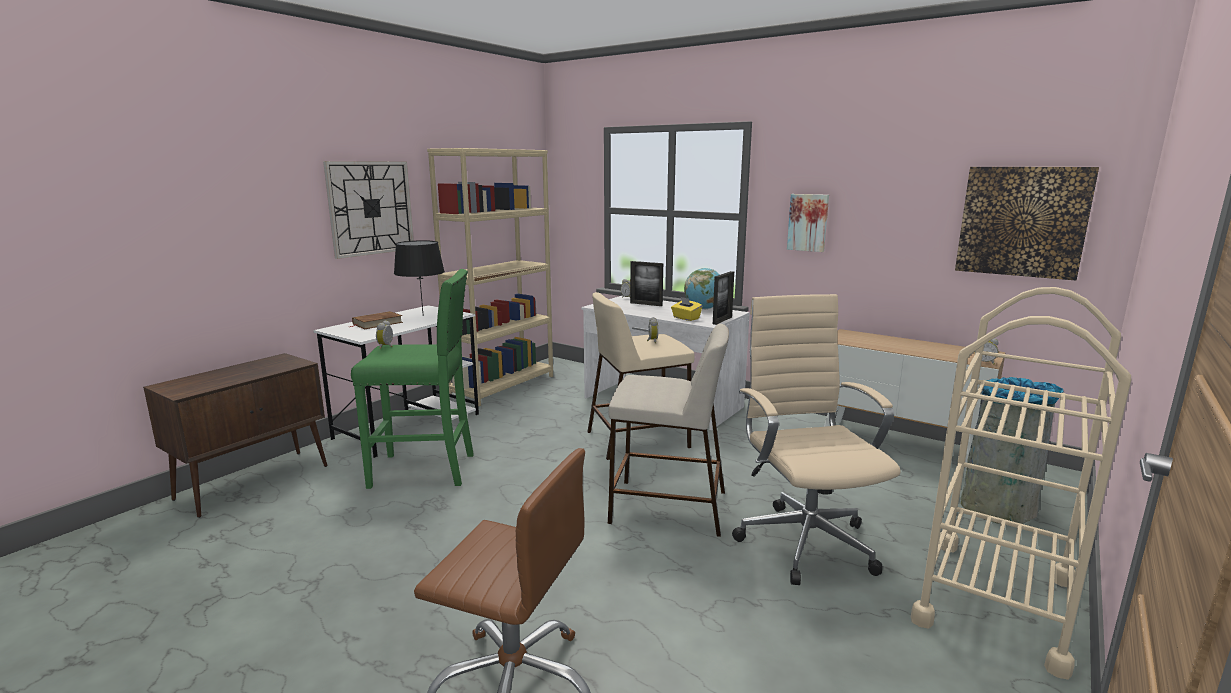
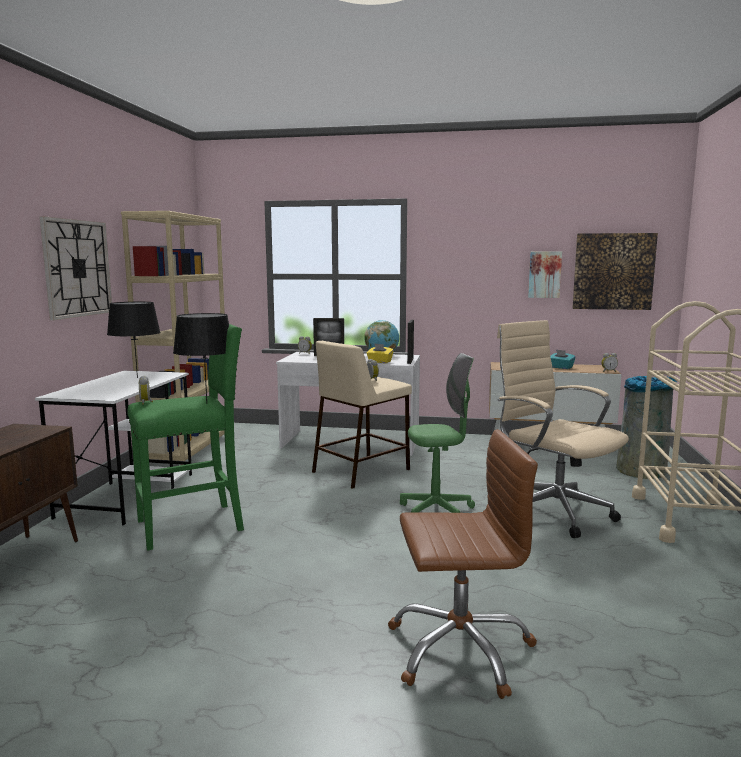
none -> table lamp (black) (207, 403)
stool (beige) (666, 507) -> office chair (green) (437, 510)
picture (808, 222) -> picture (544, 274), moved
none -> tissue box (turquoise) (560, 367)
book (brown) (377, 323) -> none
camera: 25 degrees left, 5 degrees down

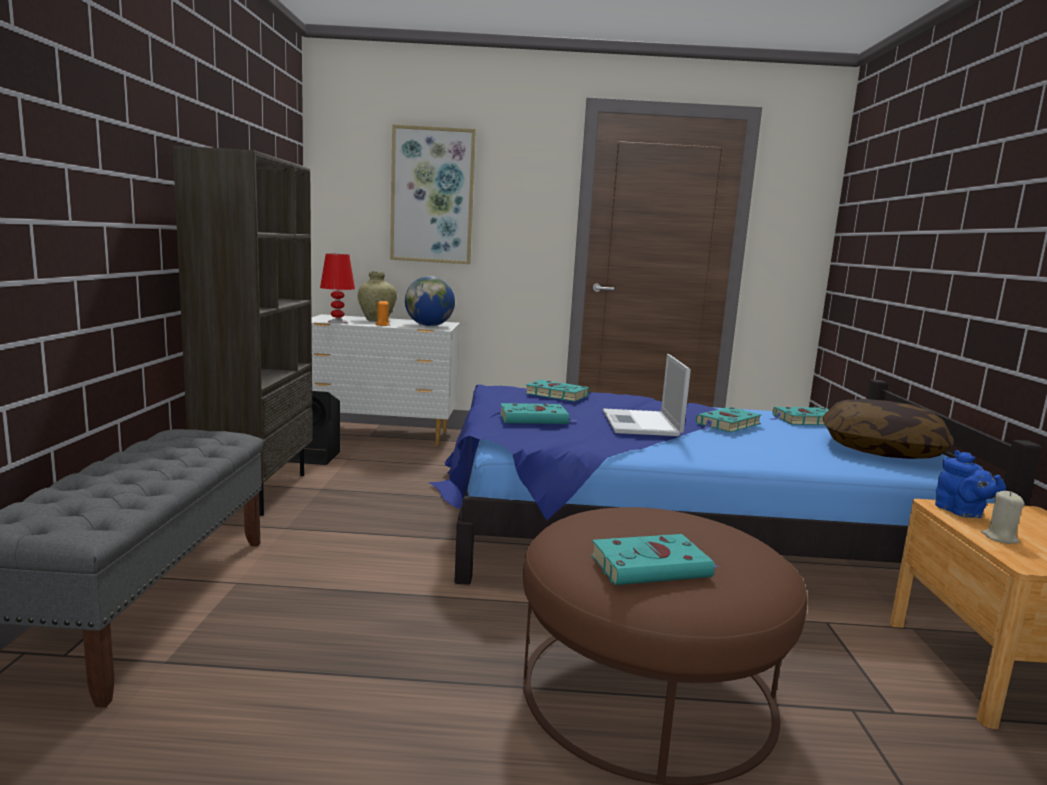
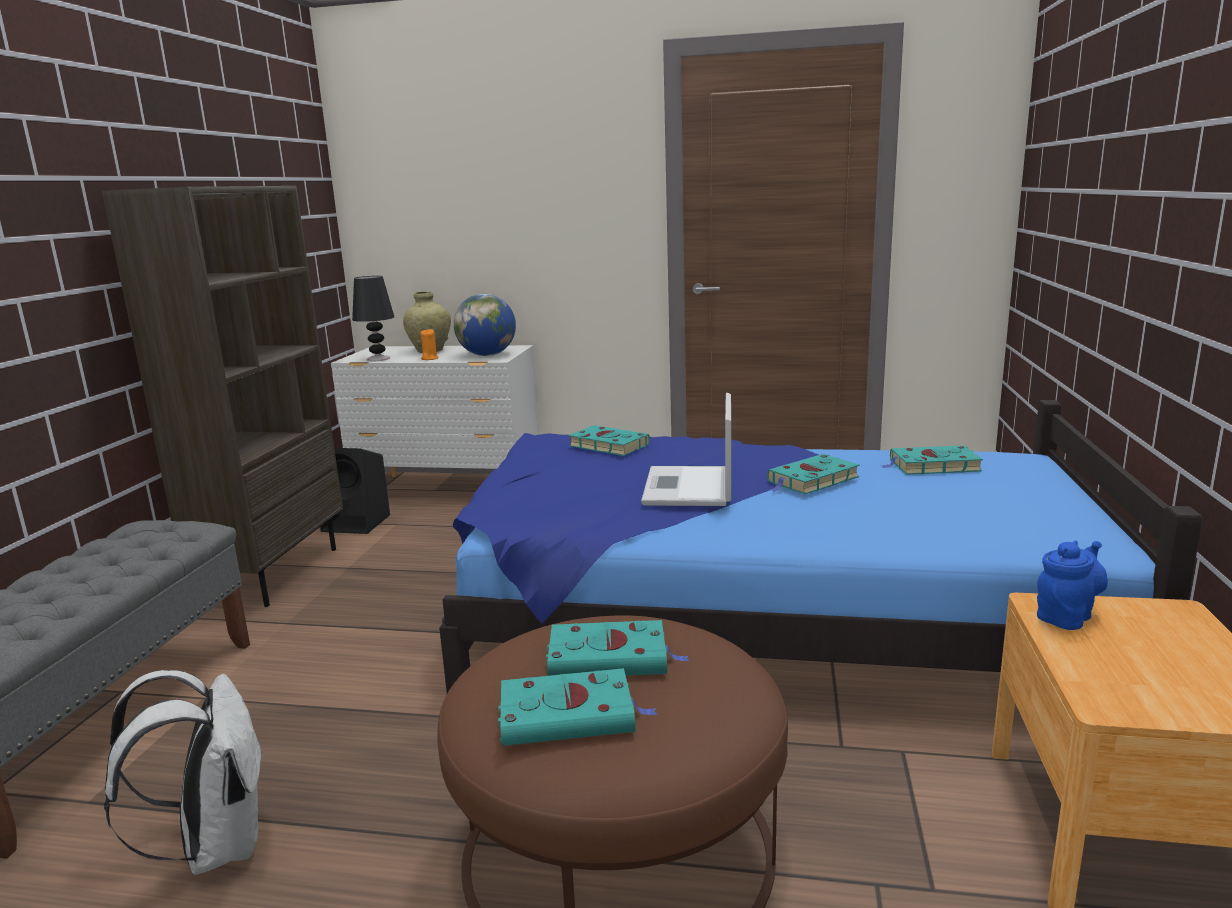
none -> backpack (white) (216, 845)
table lamp (red) (337, 322) -> table lamp (black) (378, 359)
book (turquoise) (535, 419) -> book (turquoise) (611, 658), moved
teapot (blue) (961, 513) -> teapot (blue) (1066, 616), 120 degrees counterclockwise
picture (432, 196) -> none
pillow (881, 449) -> none
candle (beige) (999, 538) -> none
camera: 10 degrees right, 5 degrees up

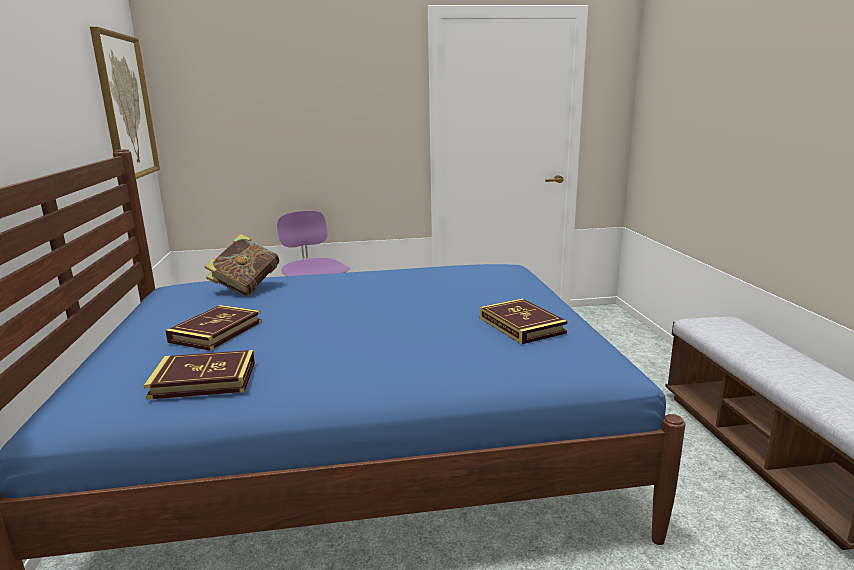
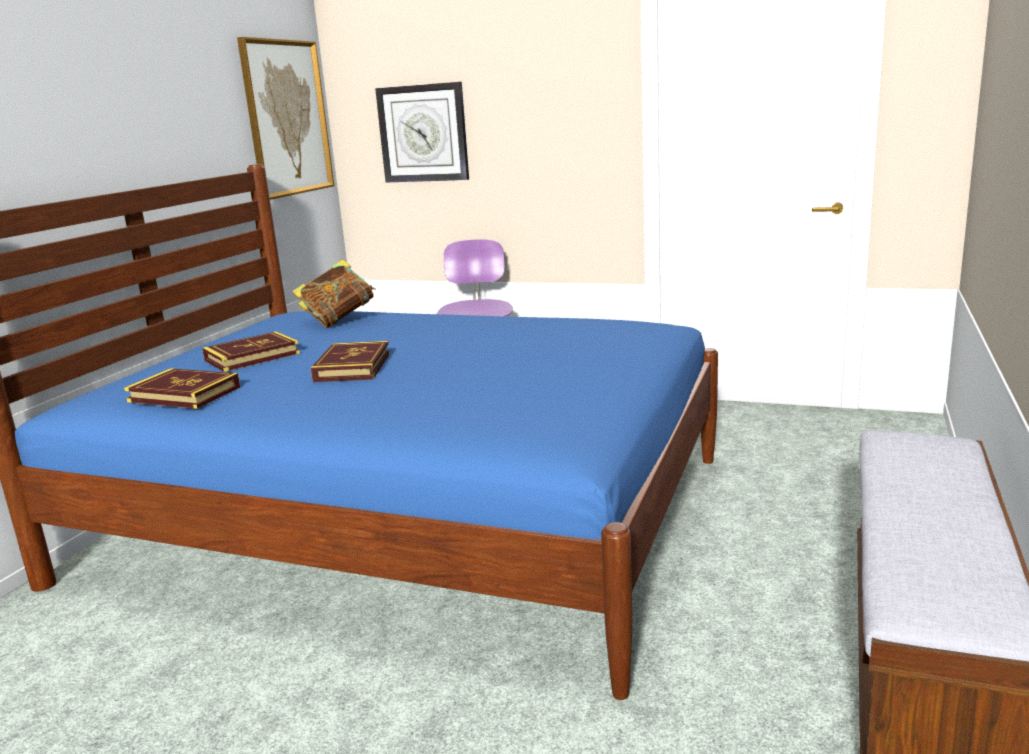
book (521, 325) -> book (353, 367), moved
none -> wall clock (423, 133)
camera: 30 degrees right, 0 degrees up

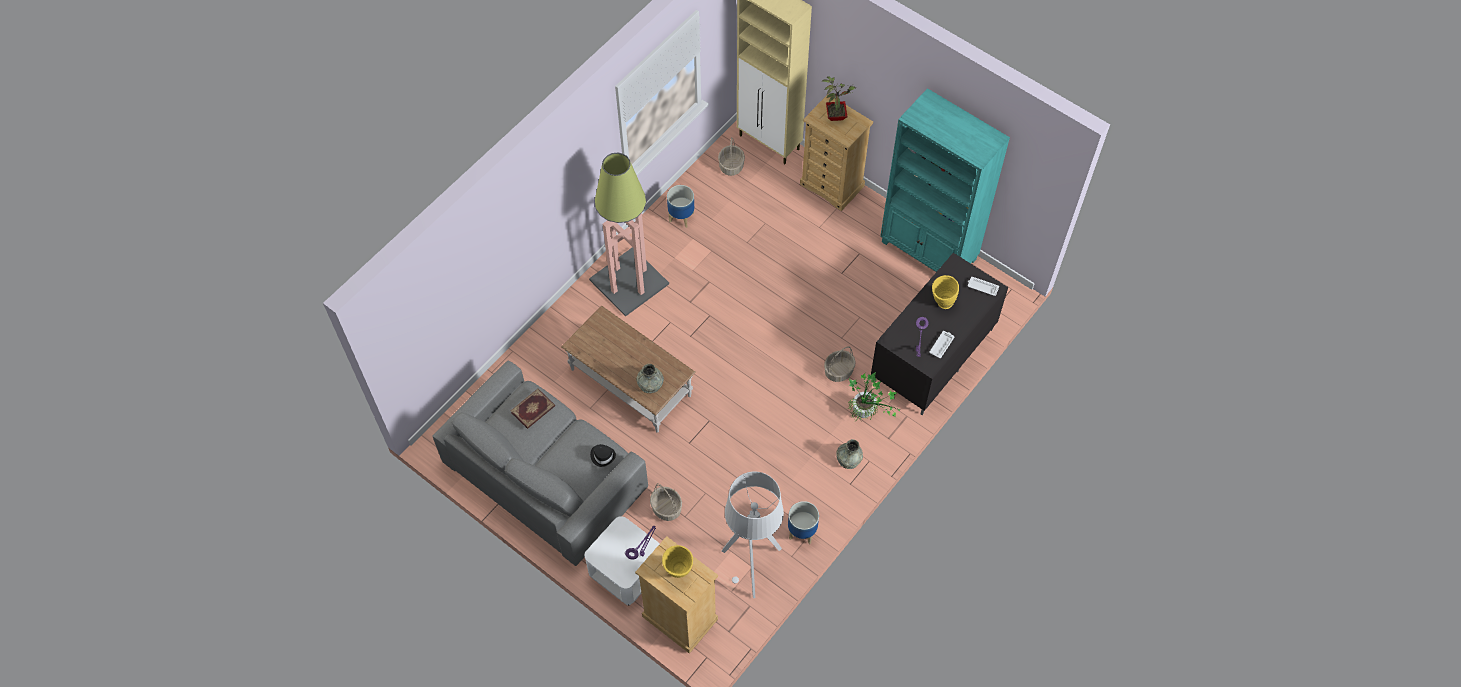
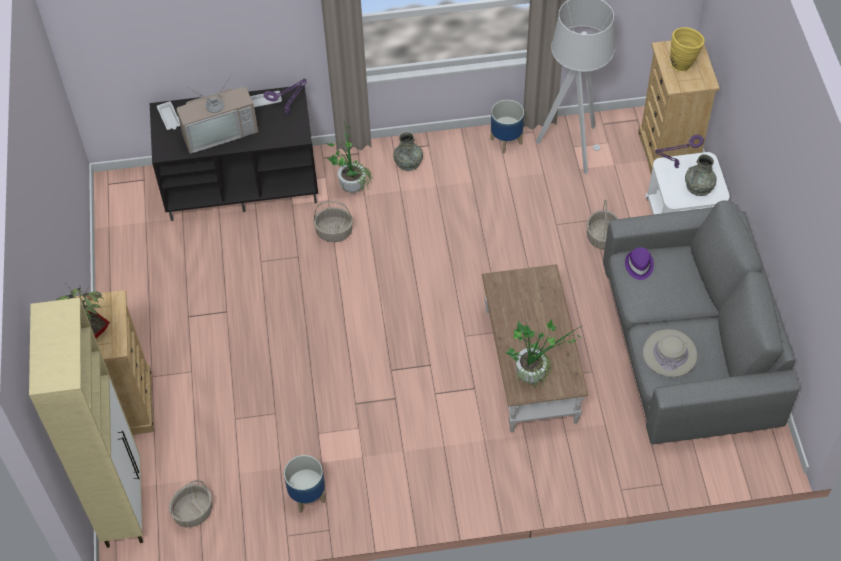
vase (yellow) (941, 304) -> television (219, 130)
none -> potted plant (535, 371)
hat (black) (603, 456) -> hat (purple) (639, 266)
book (533, 410) -> hat (beige) (670, 354)
vase (grey) (650, 384) -> vase (grey) (699, 186), moved
floor lamp (628, 282) -> none
bookcase (turquoise) (929, 251) -> none
camera: 135 degrees left, 5 degrees down

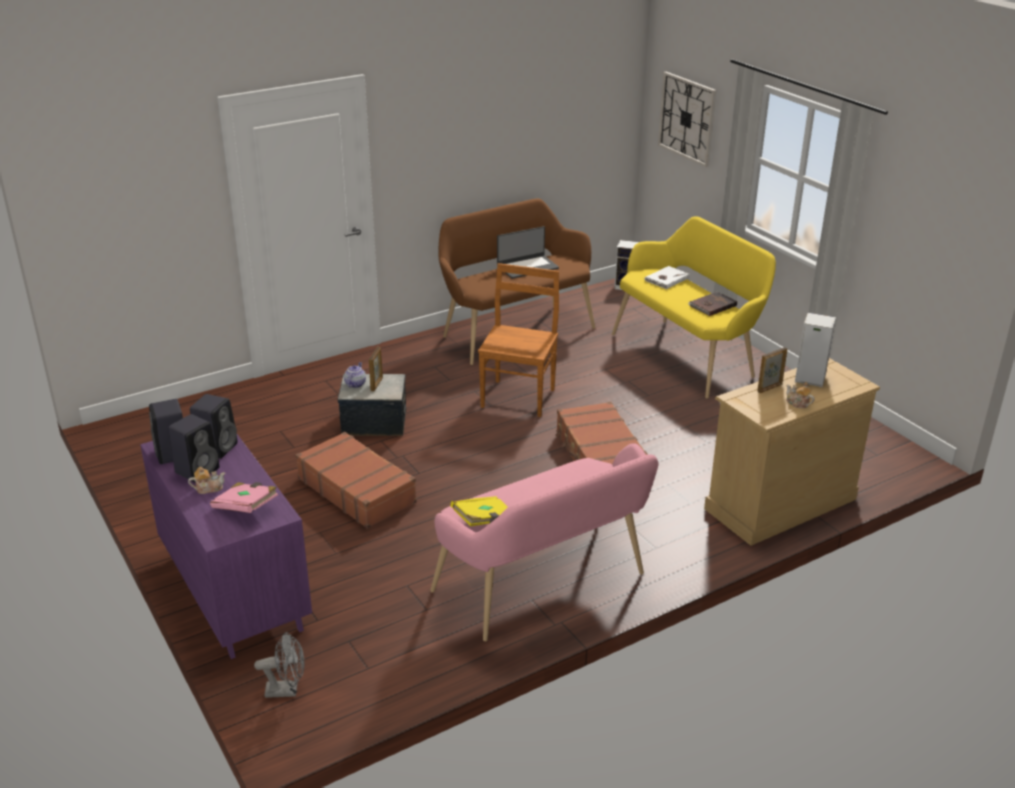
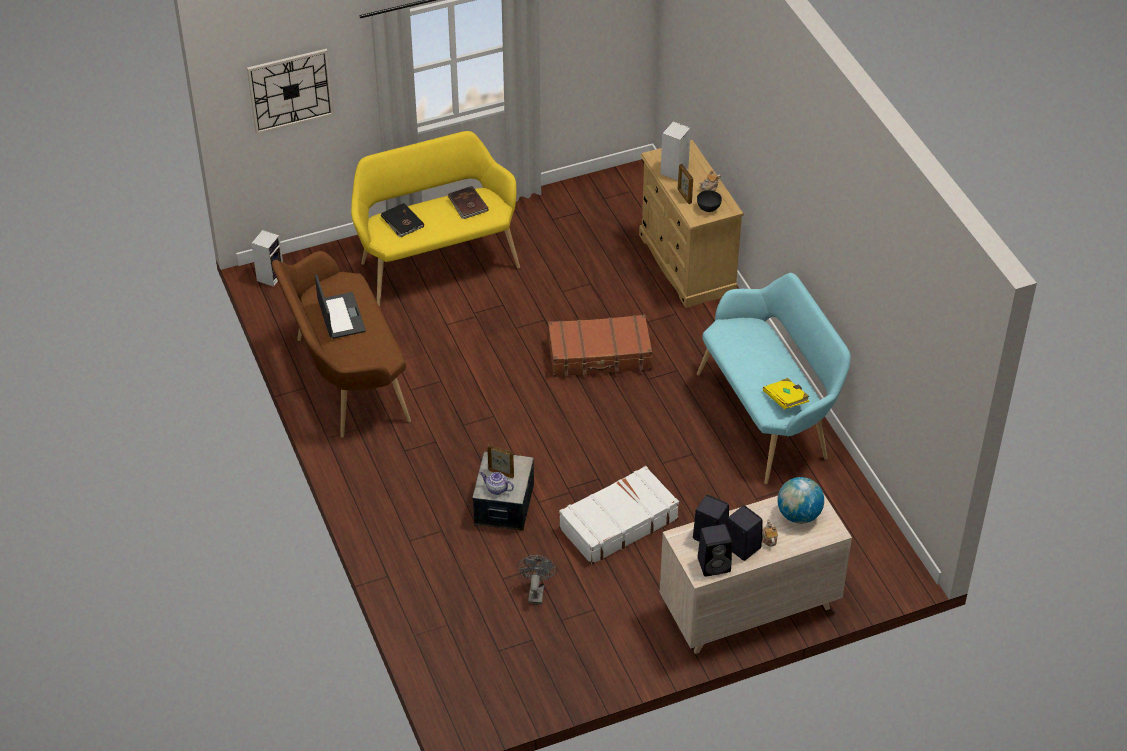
book (white) (666, 279) -> book (black) (402, 222)
fan (grey) (287, 690) -> fan (grey) (536, 591), moved
suitcase (brown) (357, 490) -> suitcase (white) (617, 523)
dresser (purple) (234, 591) -> dresser (beige) (748, 609)
none -> bowl (grey) (708, 208)
bench (pink) (546, 587) -> bench (turquoise) (769, 416)
book (pink) (246, 508) -> globe (798, 515)
chair (brown) (519, 397) -> none
camera: 80 degrees left, 15 degrees up

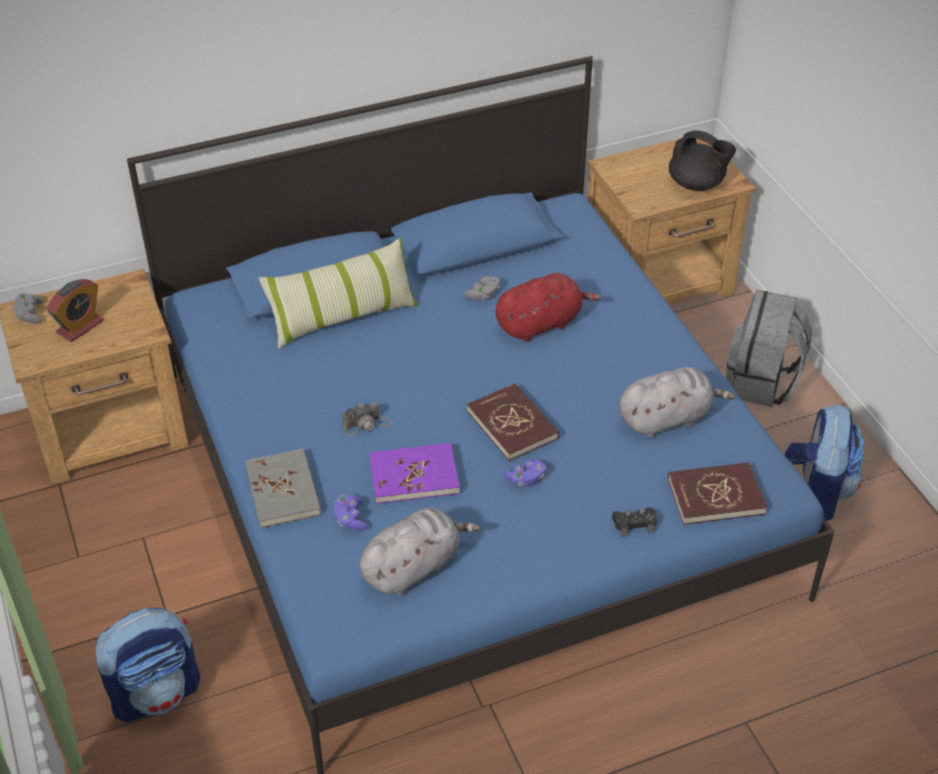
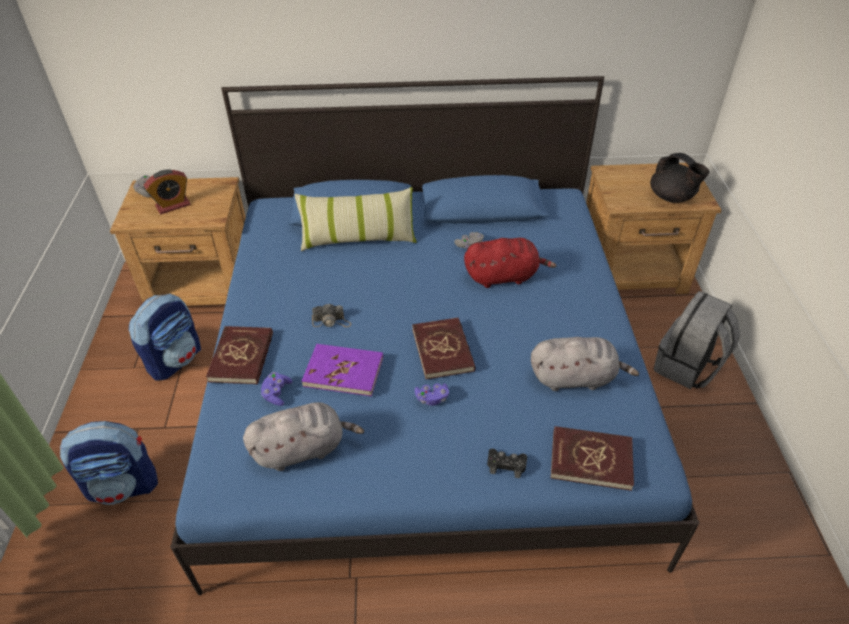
backpack (816, 492) -> backpack (175, 359), moved
book (grey) (283, 491) -> book (red) (242, 357)
camera: 20 degrees right, 0 degrees up

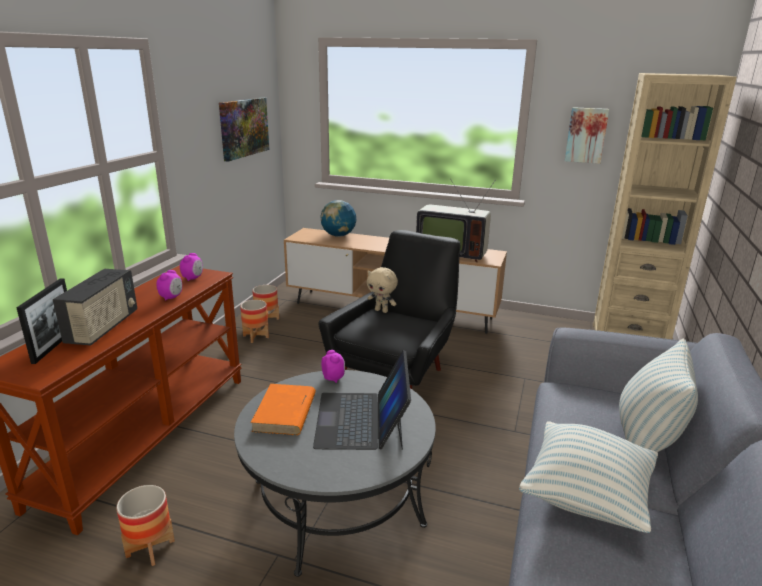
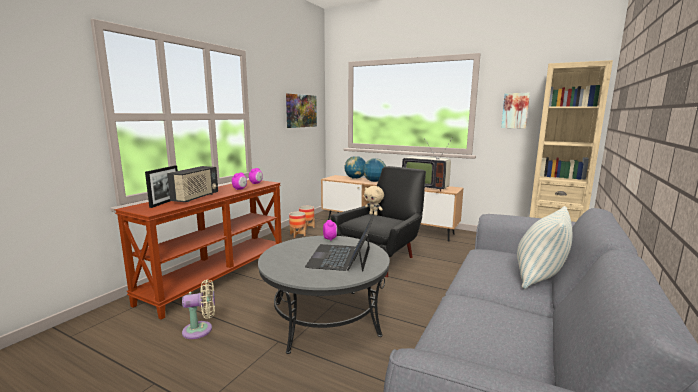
planter (150, 548) -> fan (beige) (201, 330)
none -> globe (374, 181)
book (orange) (285, 413) -> none
pillow (586, 497) -> none
camera: 10 degrees right, 10 degrees down

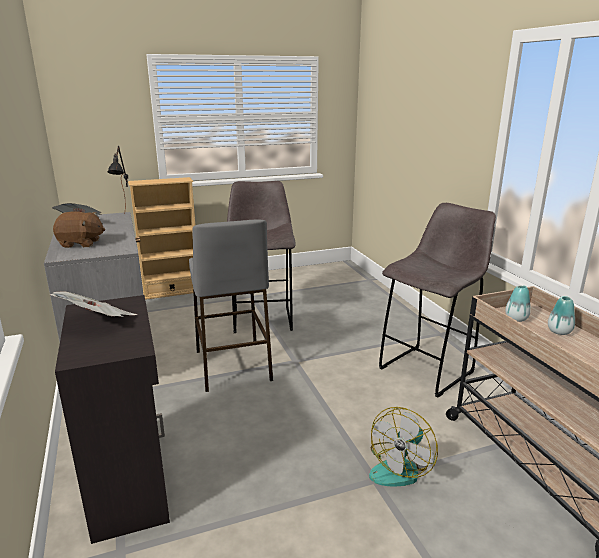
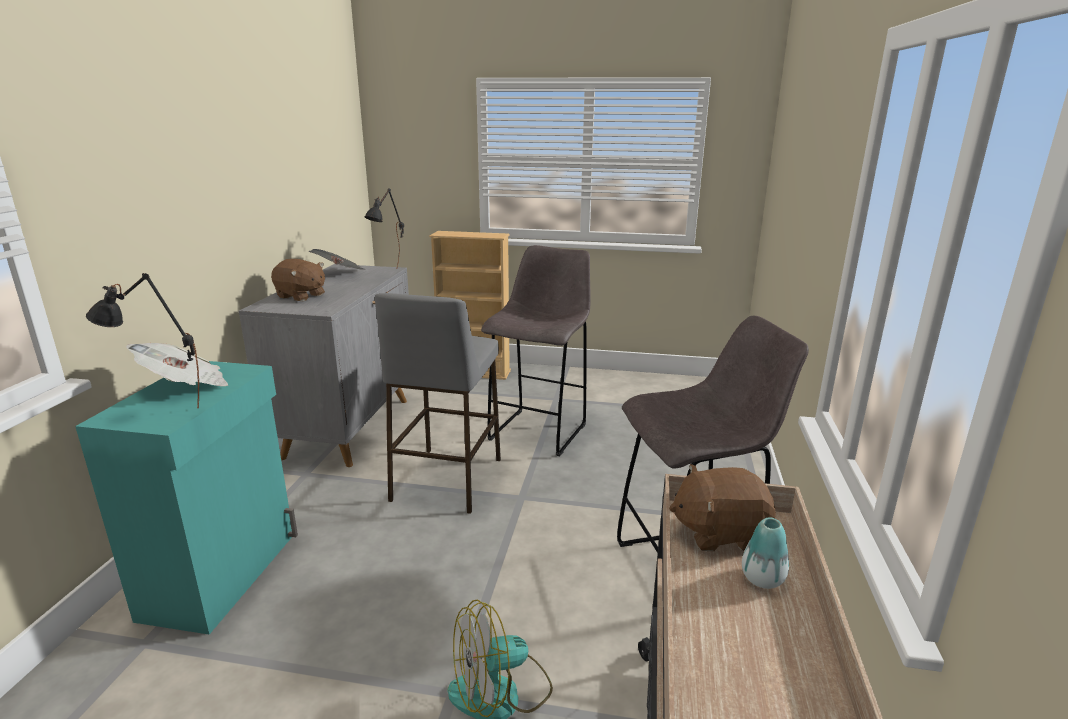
cabinet (black) (131, 482) -> cabinet (turquoise) (224, 574)
none -> table lamp (black) (161, 413)
vase (516, 318) -> plush toy (brown) (719, 532)
camera: 30 degrees right, 0 degrees up

